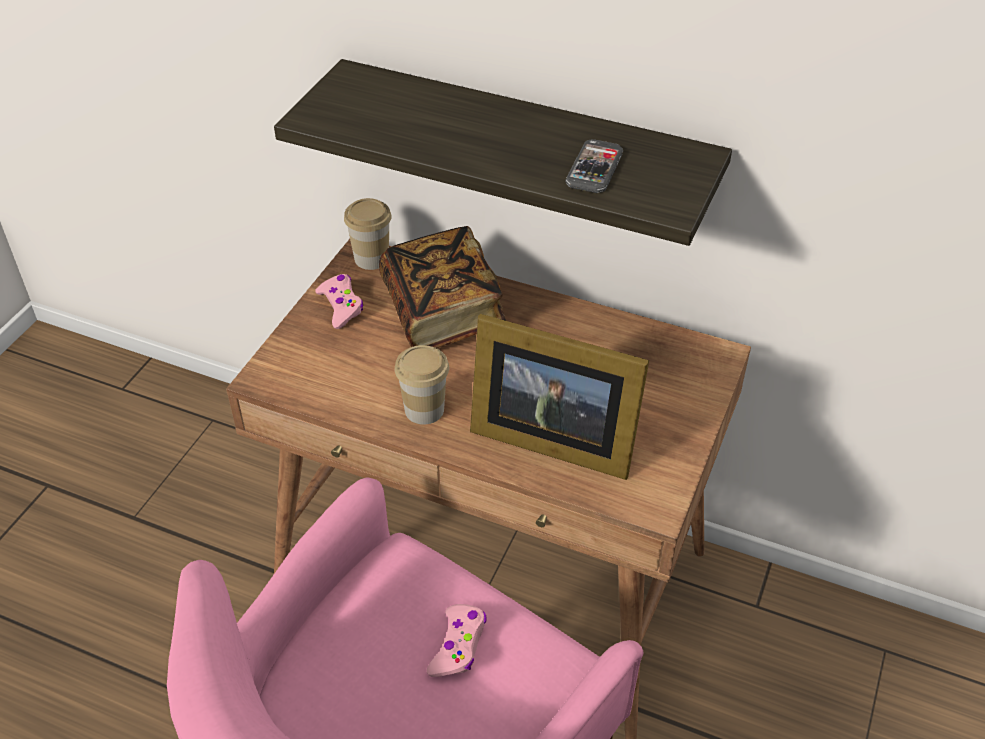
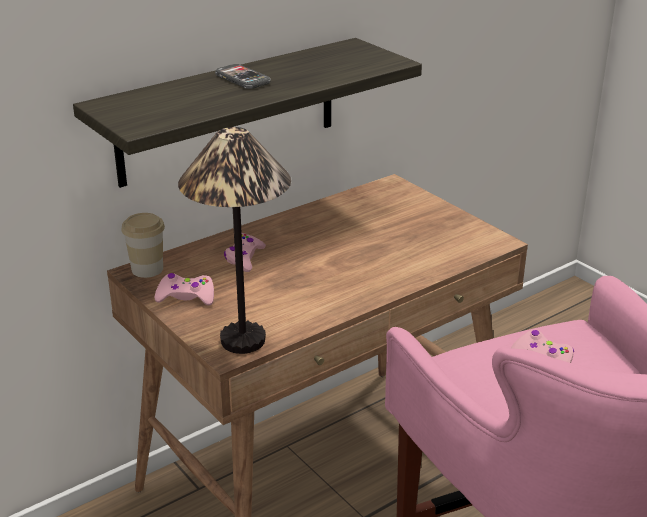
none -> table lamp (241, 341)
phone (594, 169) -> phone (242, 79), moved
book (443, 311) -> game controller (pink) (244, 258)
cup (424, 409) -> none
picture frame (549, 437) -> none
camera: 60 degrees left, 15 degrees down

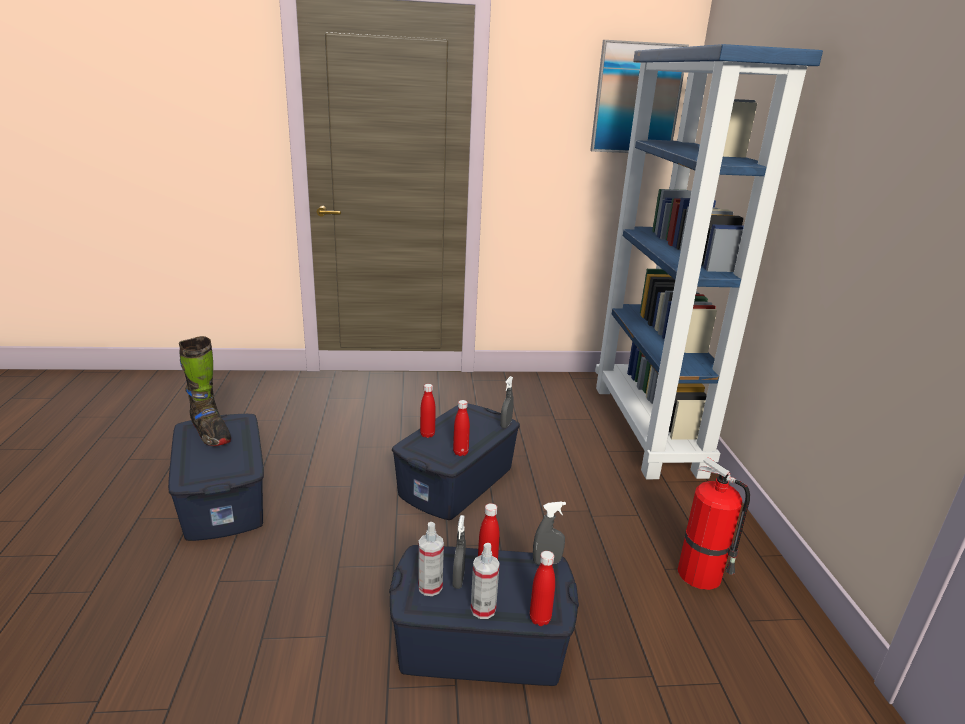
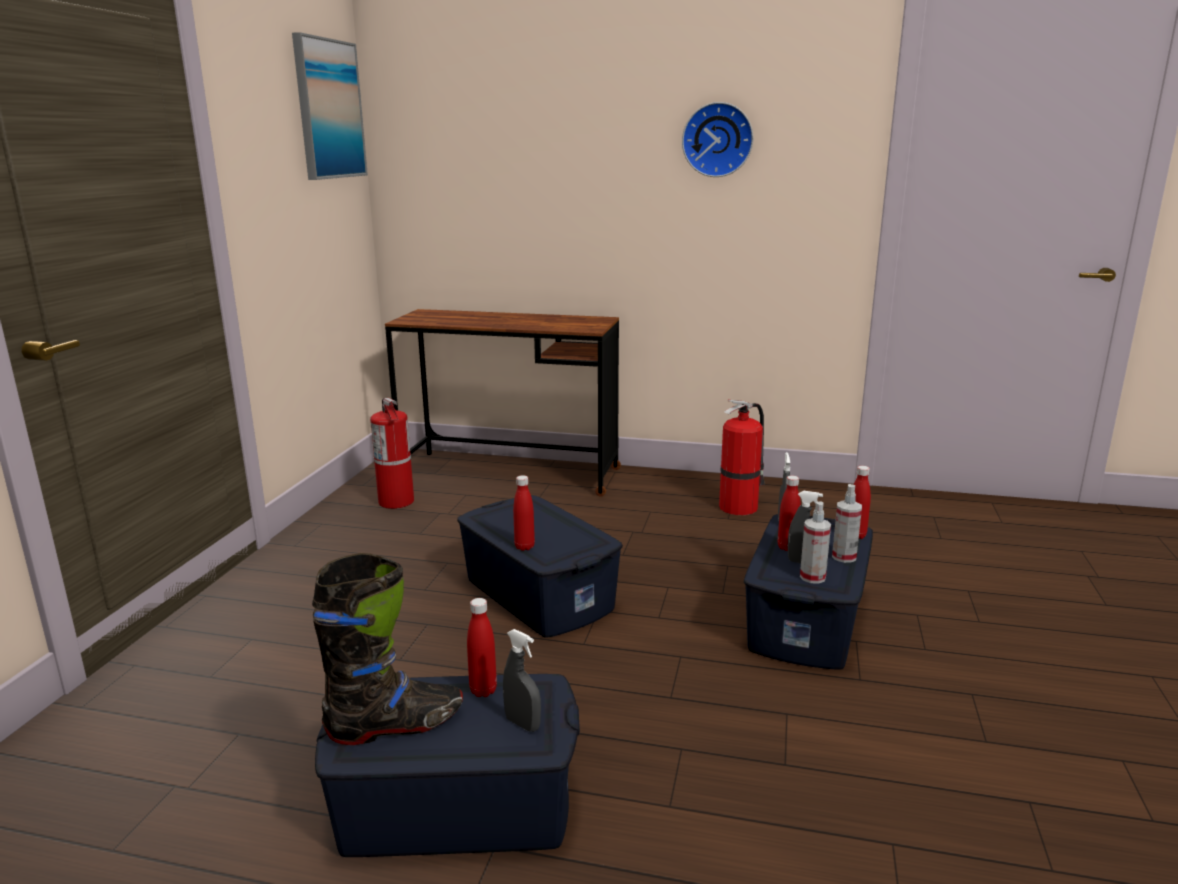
none -> fire extinguisher (396, 502)
bookcase (blue) (648, 429) -> desk (brown) (510, 473)
bottle (red) (460, 452) -> bottle (red) (483, 690), moved
spray bottle (grey) (506, 424) -> spray bottle (grey) (522, 724), moved
none -> wall clock (717, 140)
camera: 70 degrees left, 5 degrees down

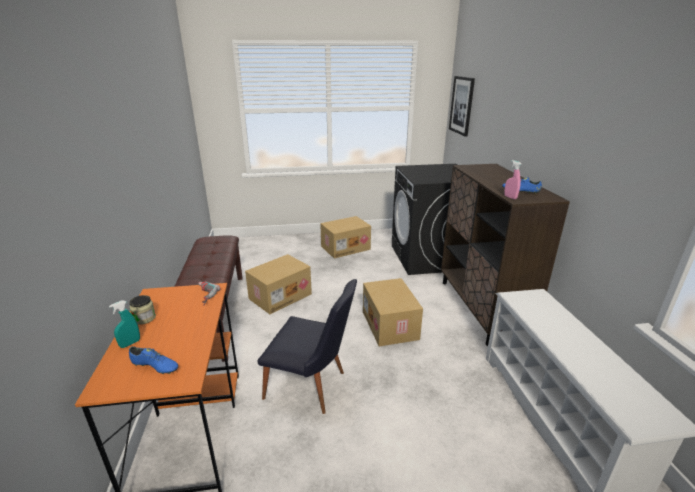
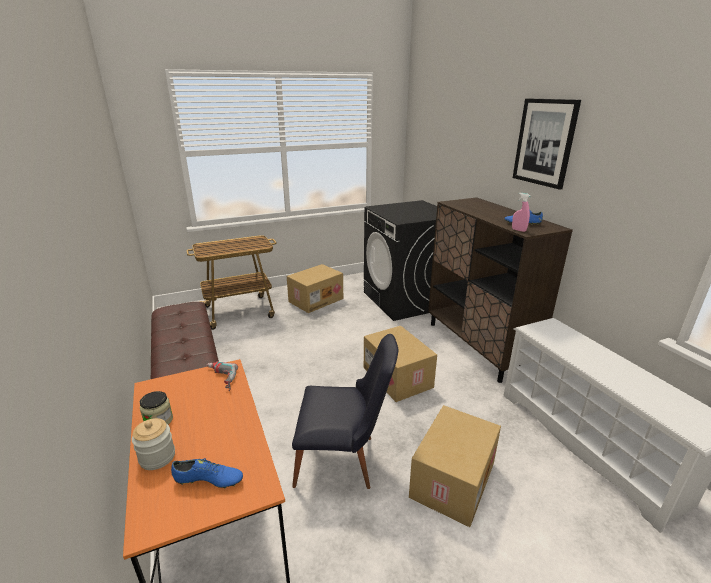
spray bottle (turquoise) (130, 343) -> jar (157, 457)
none -> cart (240, 311)
cardboard box (280, 296) -> cardboard box (451, 479), moved
picture (462, 105) -> picture (544, 142), moved
camera: 15 degrees left, 0 degrees up

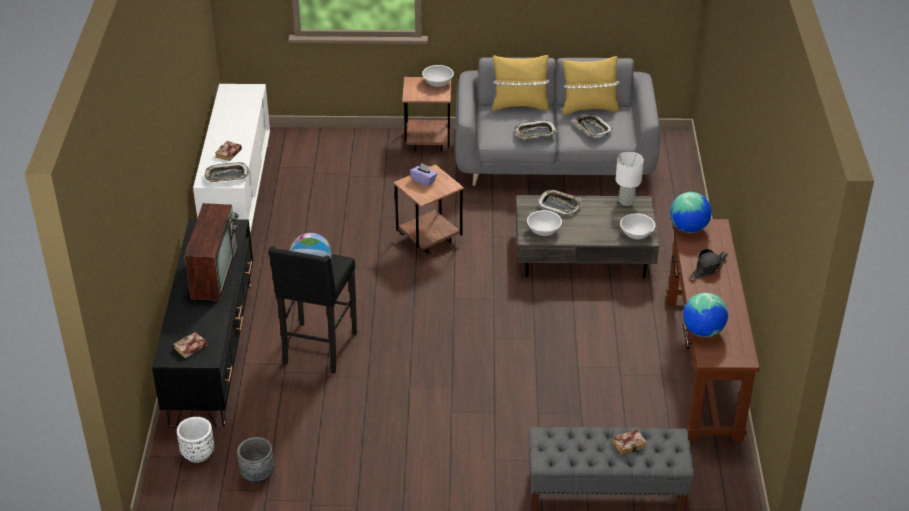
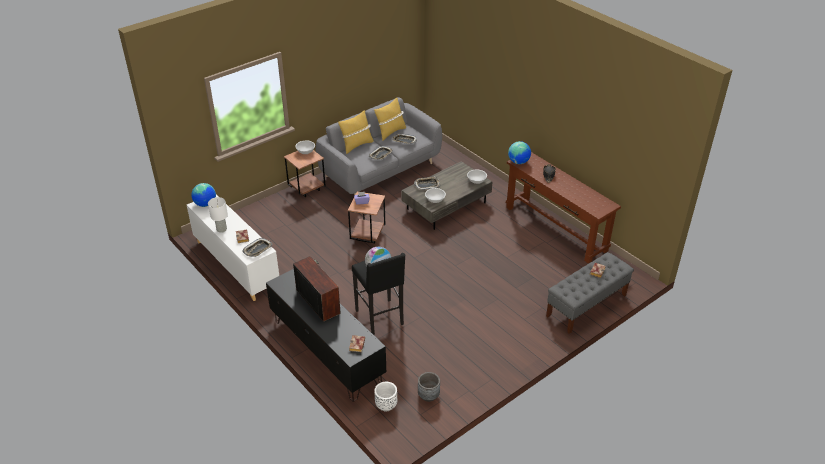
globe (703, 331) -> globe (205, 204), moved
table lamp (white) (627, 201) -> table lamp (white) (222, 229), moved
camera: 40 degrees left, 0 degrees up

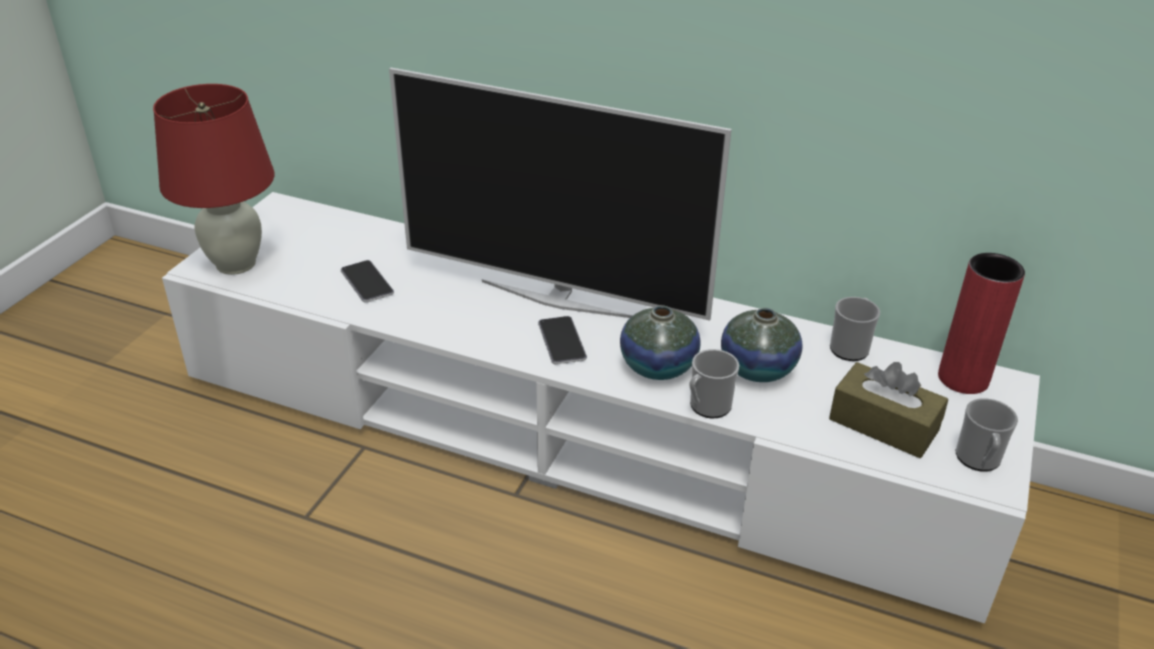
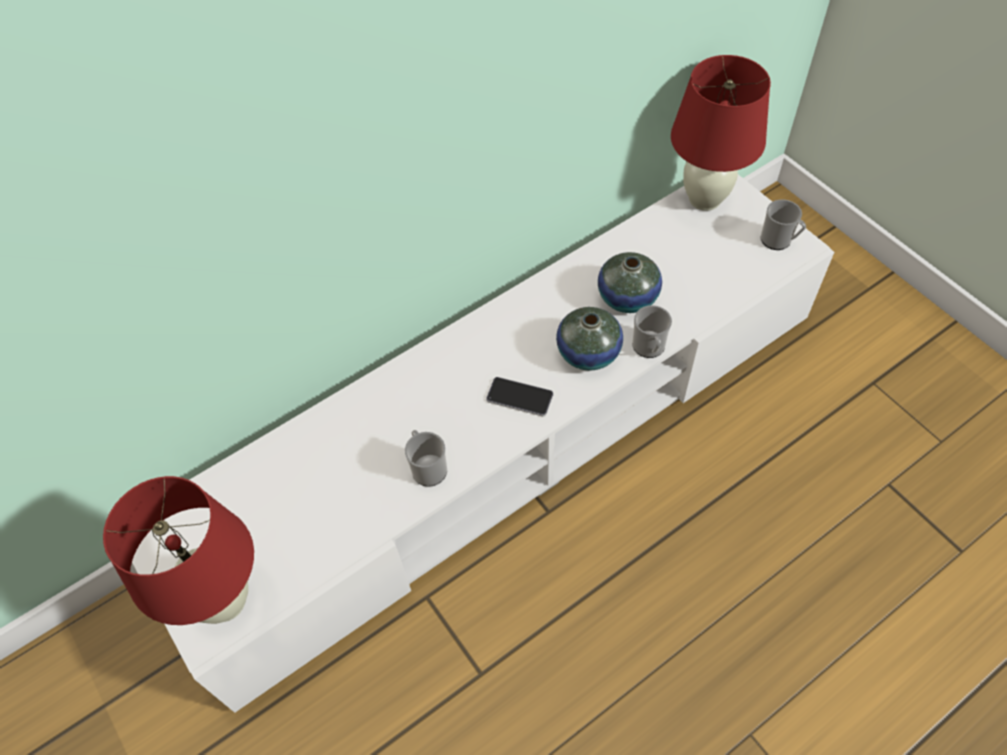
mug (850, 346) -> mug (427, 467), moved
vase (red) (963, 378) -> table lamp (red) (704, 199)
phone (367, 282) -> none
television (557, 298) -> none
tissue box (brown) (883, 425) -> none
camera: 55 degrees left, 20 degrees up

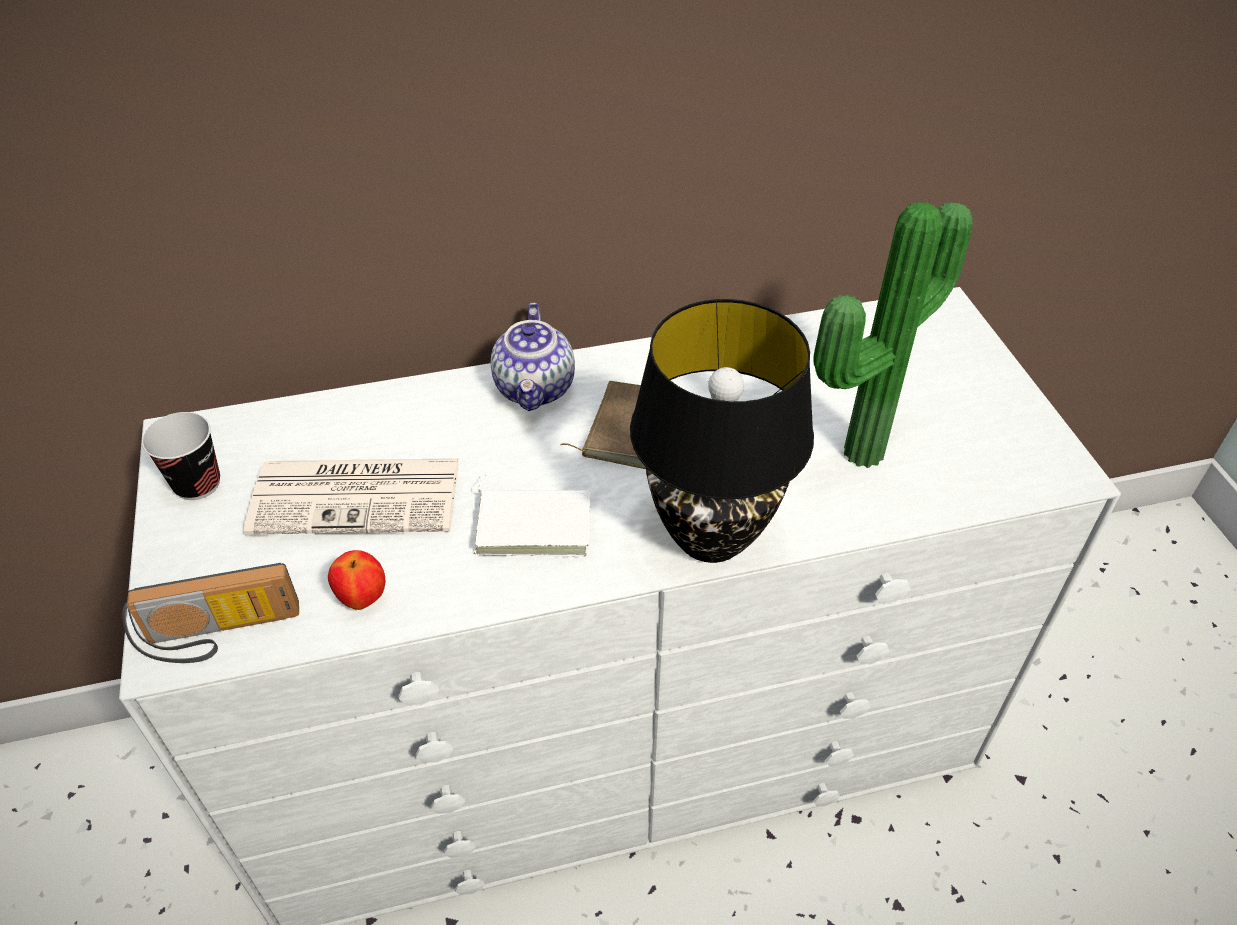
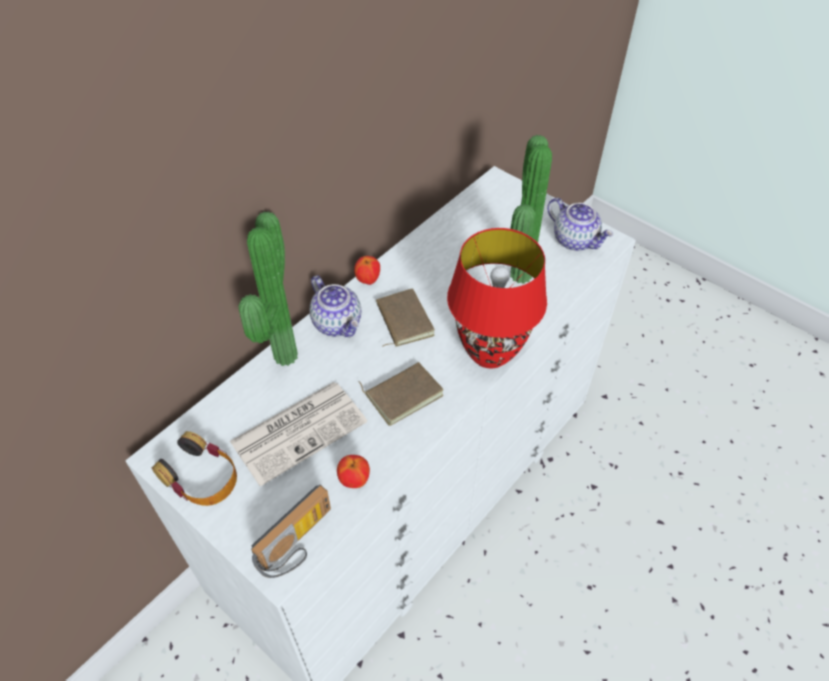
cup (197, 484) -> headphones (201, 476)
none -> potted plant (281, 356)
none -> apple (368, 280)
book (white) (534, 523) -> book (brown) (403, 394)
table lamp (black) (708, 536) -> table lamp (red) (488, 354)
none -> teapot (575, 240)
camera: 35 degrees left, 5 degrees up

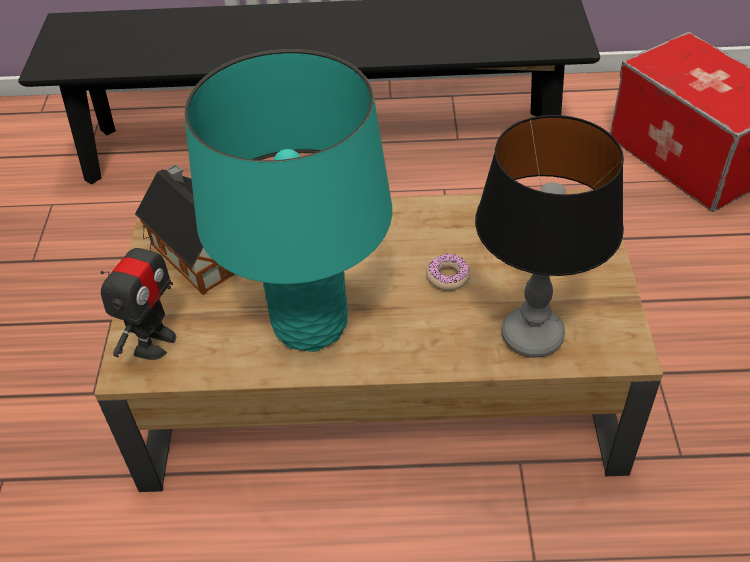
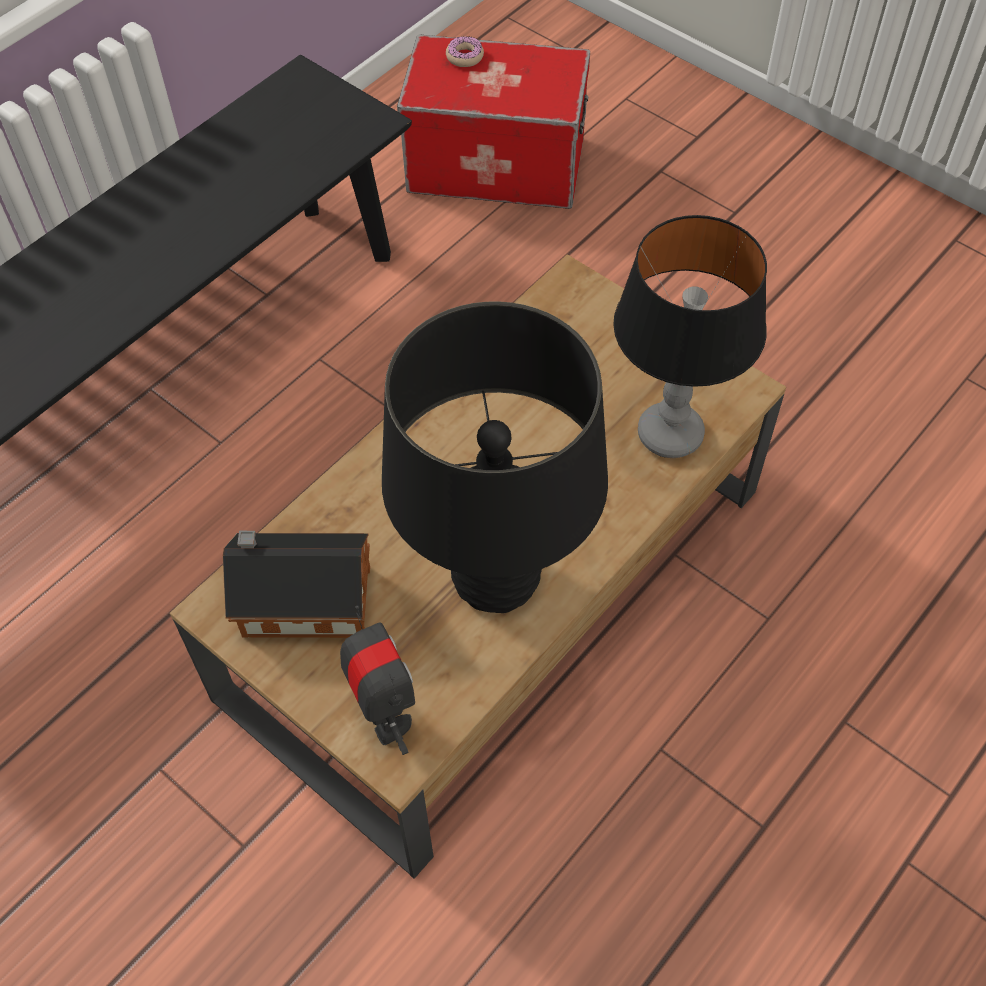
table lamp (turquoise) (310, 325) -> table lamp (black) (495, 578)
donut (447, 277) -> donut (464, 57), moved
camera: 50 degrees left, 10 degrees up

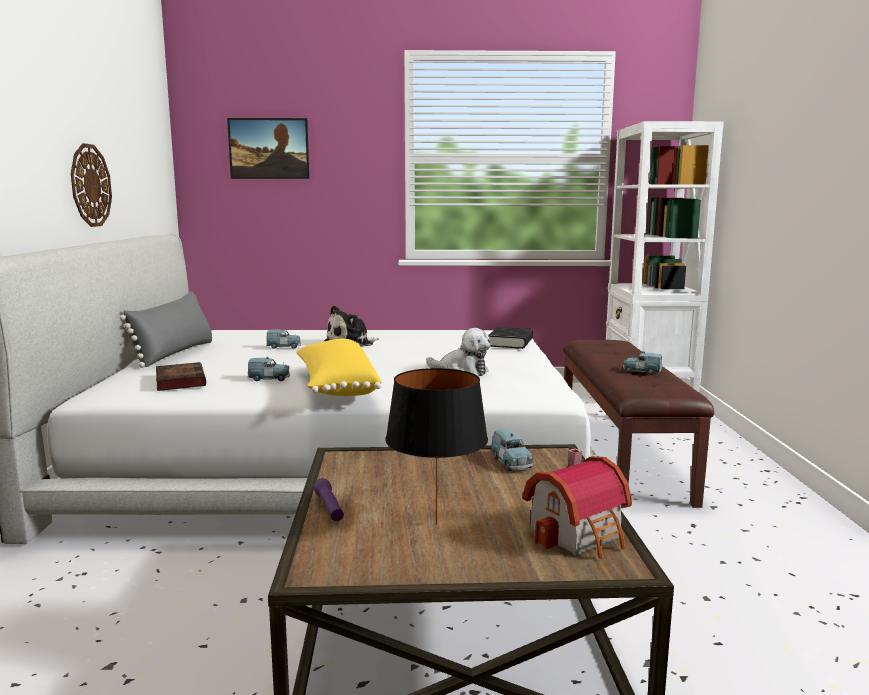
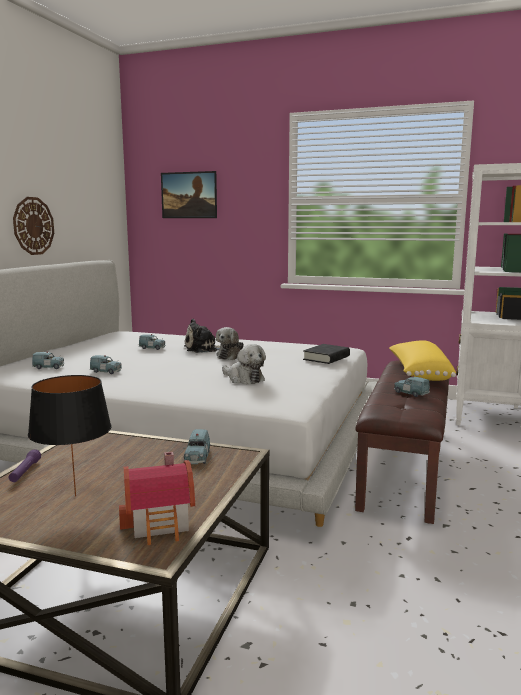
book (179, 381) -> toy car (blue) (49, 367)
none -> plush toy (231, 356)
pillow (yellow) (336, 386) -> pillow (yellow) (418, 373), moved
pillow (grey) (175, 353) -> none
camera: 20 degrees right, 0 degrees up

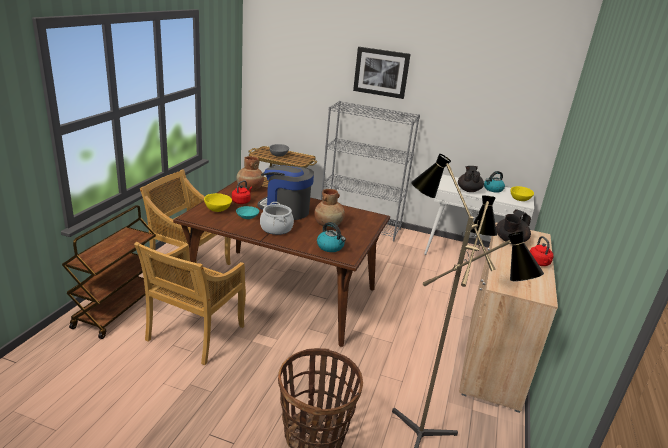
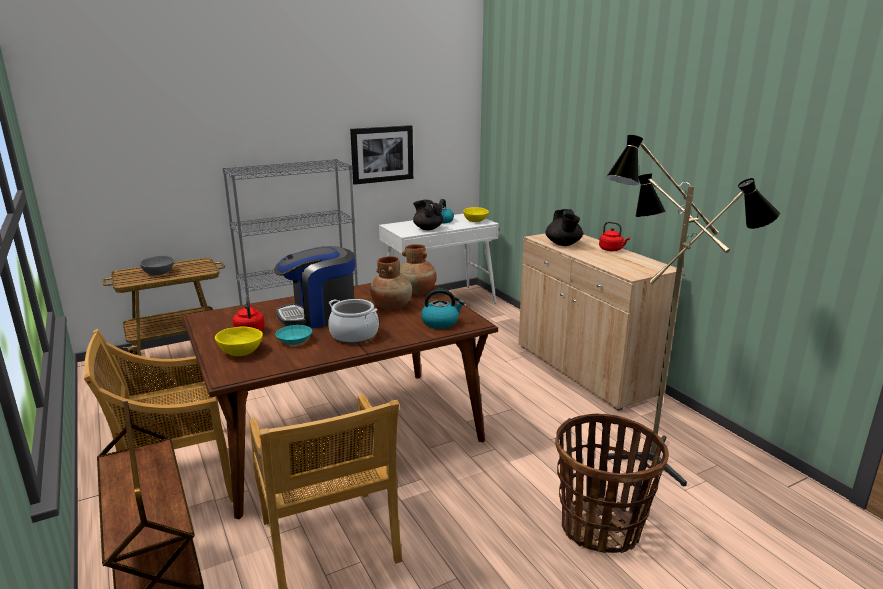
picture (381, 72) -> picture (382, 154), moved
vase (brown) (249, 188) -> vase (brown) (417, 292), moved
camera: 45 degrees left, 5 degrees down

